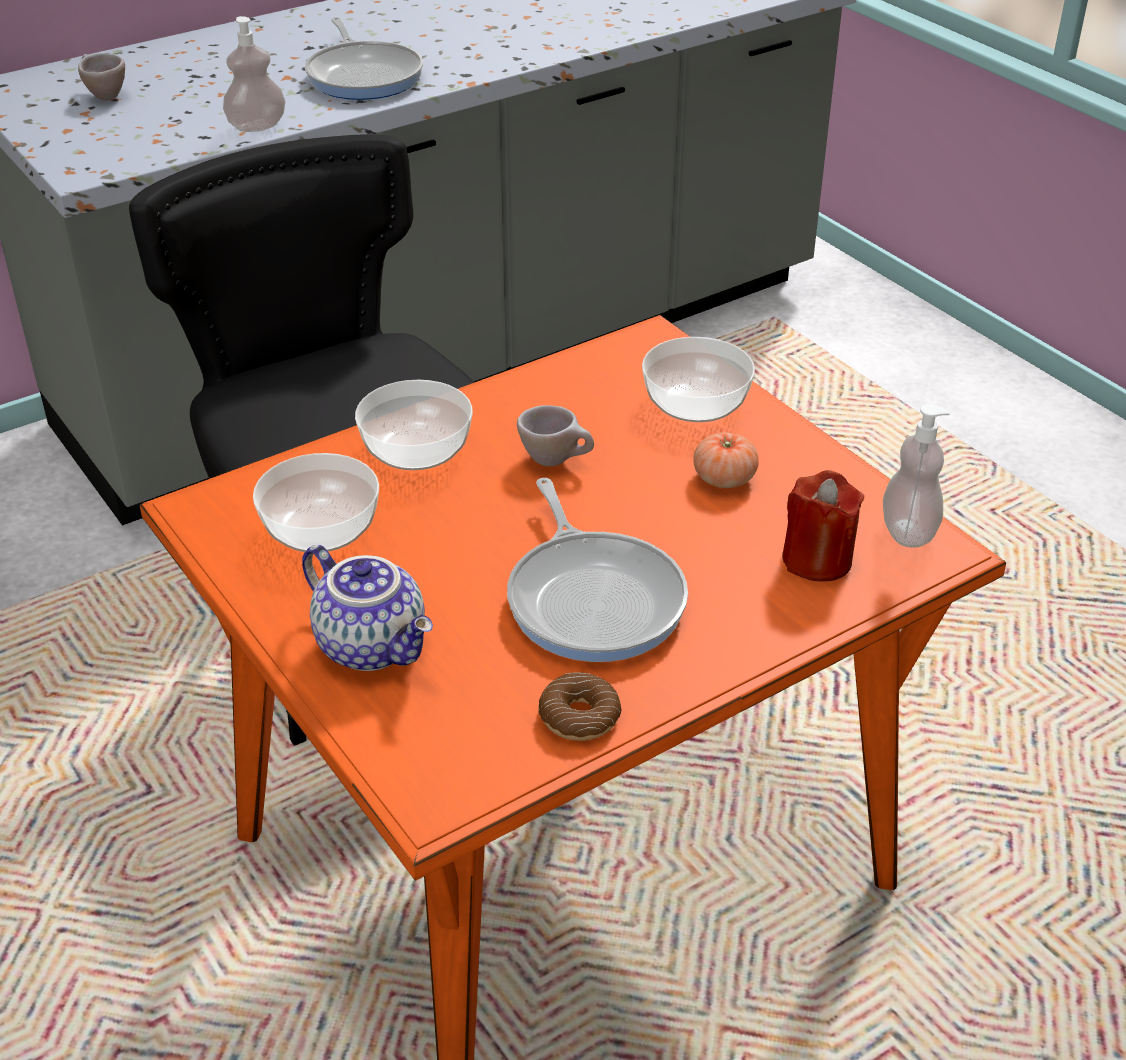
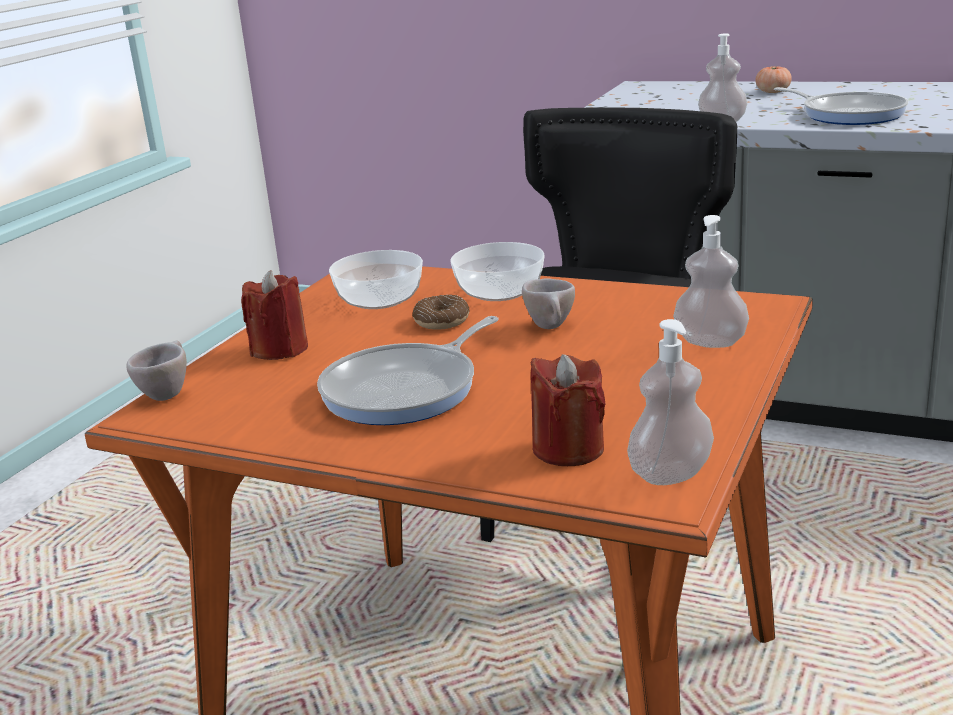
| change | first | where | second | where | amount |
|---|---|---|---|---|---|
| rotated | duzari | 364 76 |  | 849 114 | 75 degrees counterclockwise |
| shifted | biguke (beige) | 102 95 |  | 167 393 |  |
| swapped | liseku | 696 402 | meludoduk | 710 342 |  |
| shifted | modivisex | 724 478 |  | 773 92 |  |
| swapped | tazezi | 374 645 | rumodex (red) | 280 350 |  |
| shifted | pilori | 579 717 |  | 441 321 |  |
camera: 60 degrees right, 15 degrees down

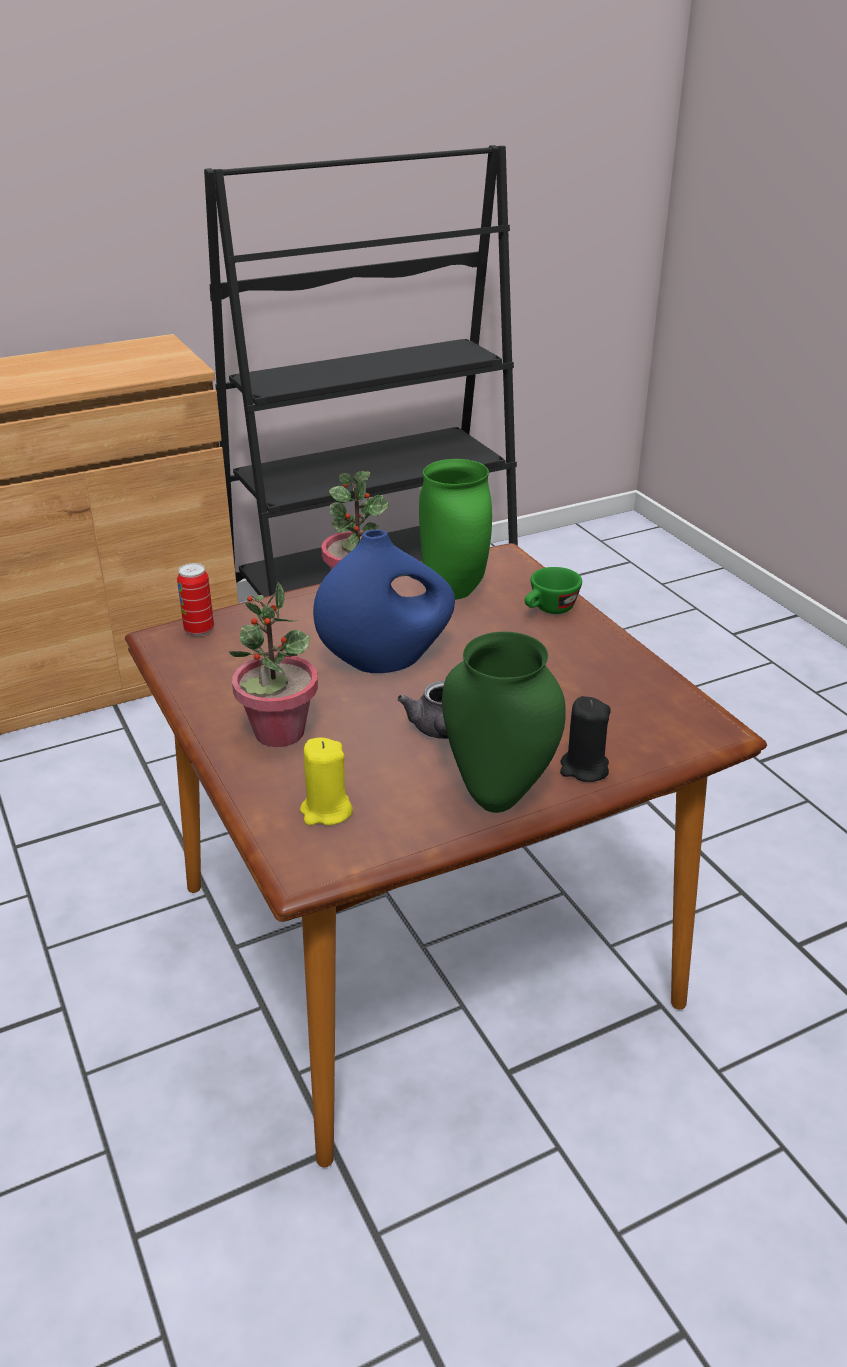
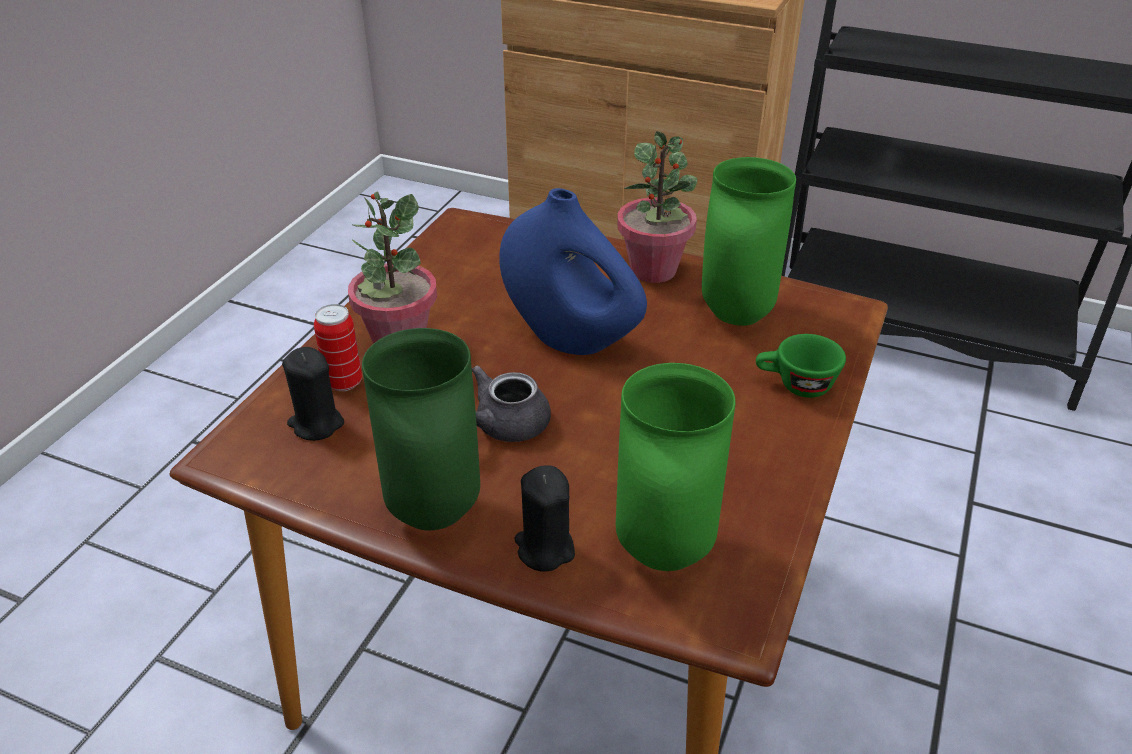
| change | first | where | second | where | amount |
|---|---|---|---|---|---|
| shifted | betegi | 199 630 |  | 344 382 |  |
| repainted | rumodex (yellow) | 326 811 | rumodex (black) | 316 424 |  |
| new |  |  | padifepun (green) | 666 554 |  |
camera: 50 degrees right, 5 degrees up

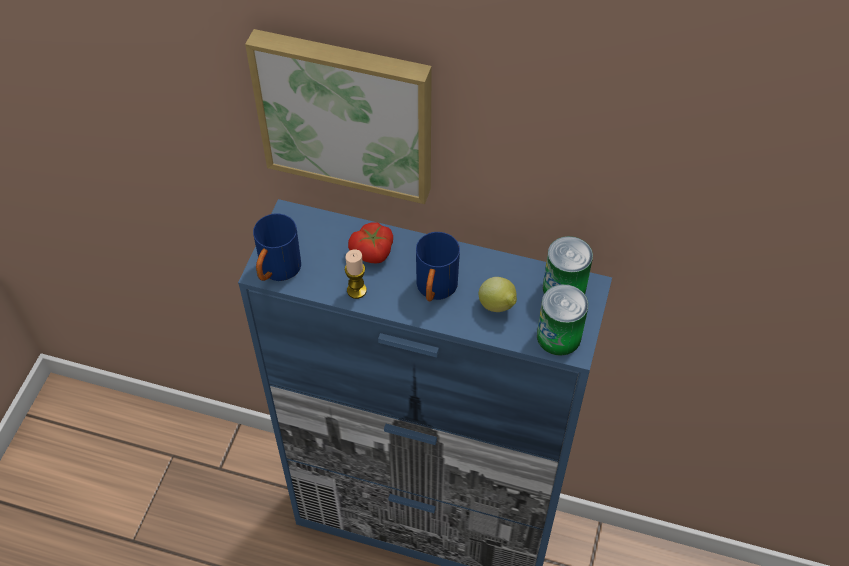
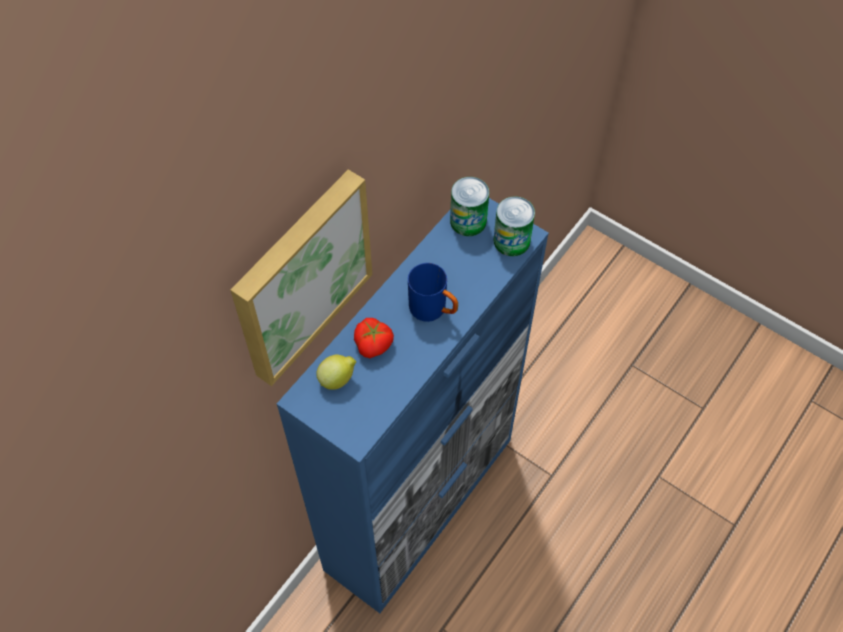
| change | first | where | second | where | amount |
|---|---|---|---|---|---|
| gone | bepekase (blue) | 277 272 |  |  |  |
| gone | rumodex | 356 290 |  |  |  |
| shifted | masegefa | 498 307 |  | 338 379 |  |
camera: 70 degrees left, 5 degrees up

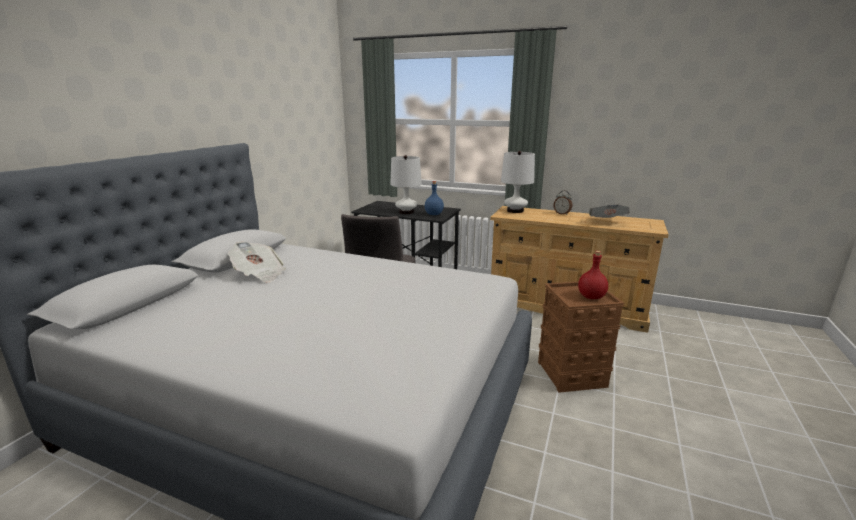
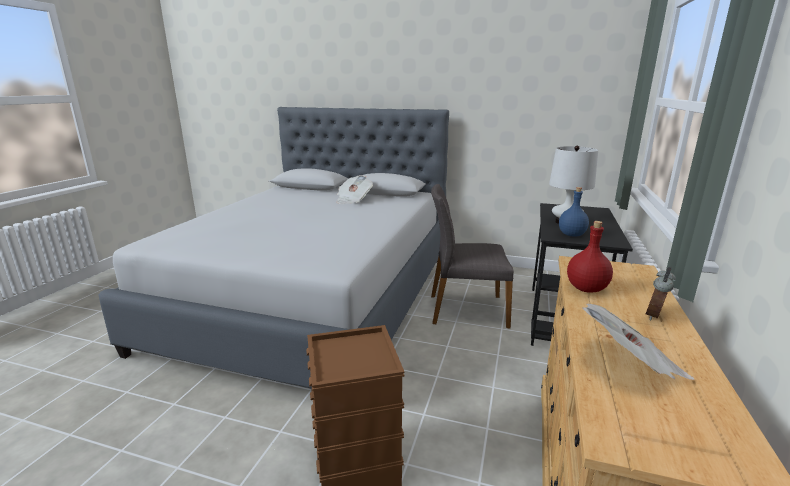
| change | first | where | second | where | amount |
|---|---|---|---|---|---|
| gone | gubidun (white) | 515 211 |  |  |  |
| shifted | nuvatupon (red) | 591 297 |  | 586 289 |  |
camera: 85 degrees right, 0 degrees up

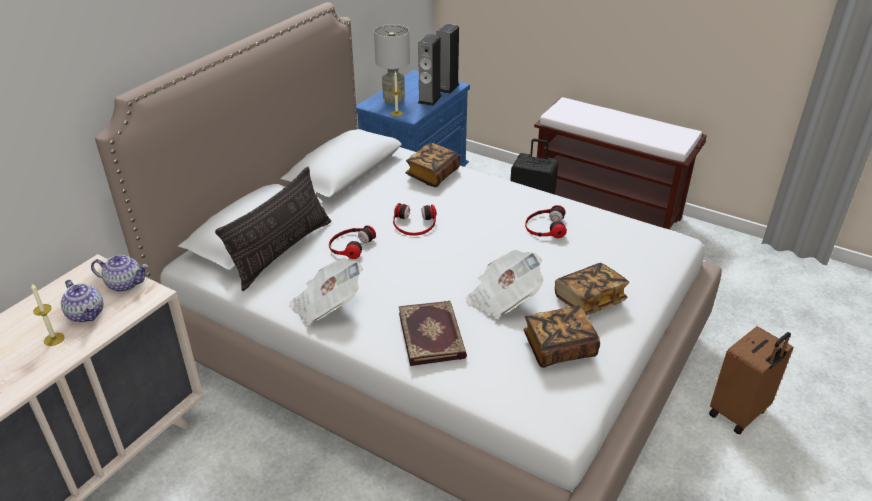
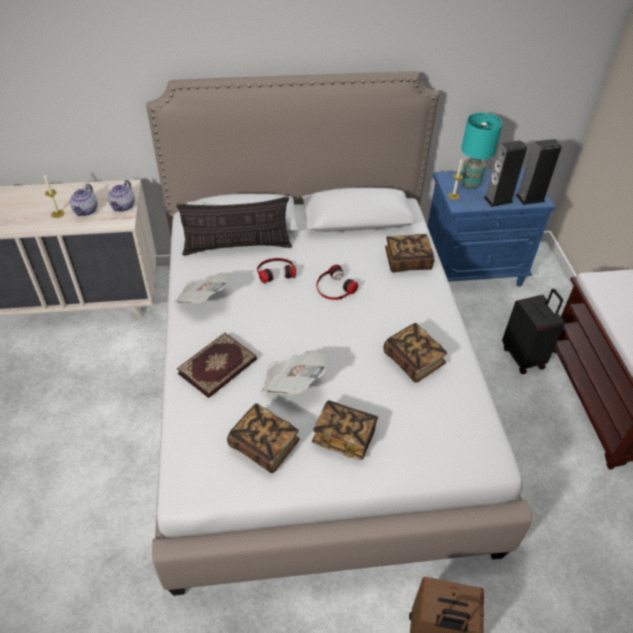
| change | first | where | second | where | amount |
|---|---|---|---|---|---|
| repainted | gubidun (grey) | 393 100 | gubidun (turquoise) | 469 184 |  |
| swapped | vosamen | 545 227 | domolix | 413 361 |  |
| rotated | tazezi | 125 284 |  | 123 206 | 45 degrees clockwise |
camera: 50 degrees right, 10 degrees up

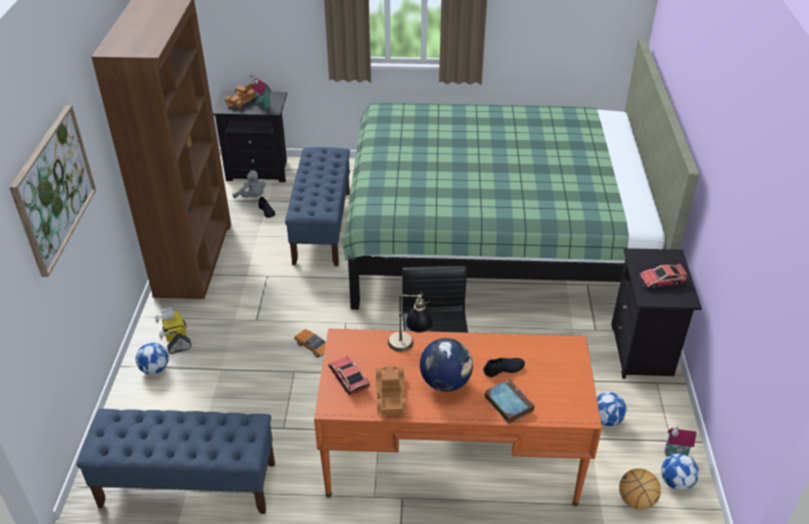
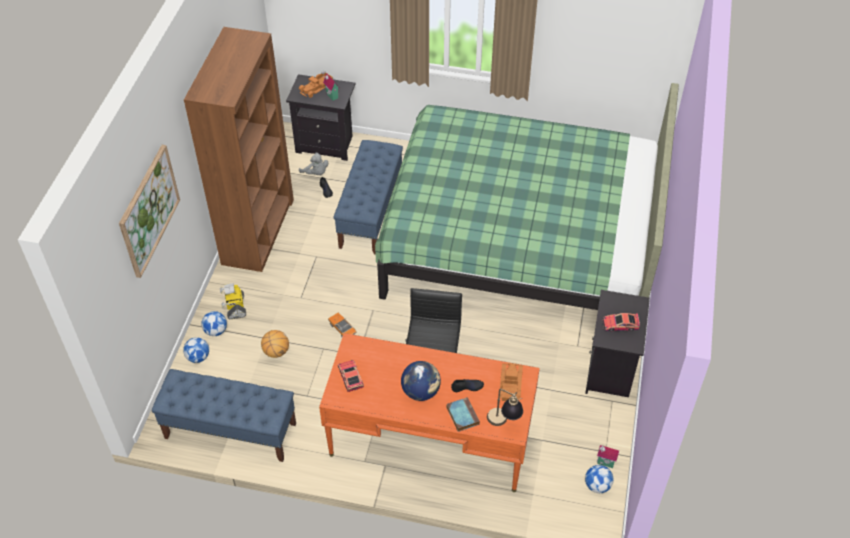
| change | first | where | second | where | amount |
|---|---|---|---|---|---|
| shifted | gubidun | 409 347 |  | 503 422 |  |
| shifted | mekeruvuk | 389 395 |  | 509 385 |  |
| shifted | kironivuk | 606 420 |  | 198 357 |  |
| shifted | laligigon | 636 500 |  | 276 352 |  |
camera: 10 degrees right, 10 degrees up

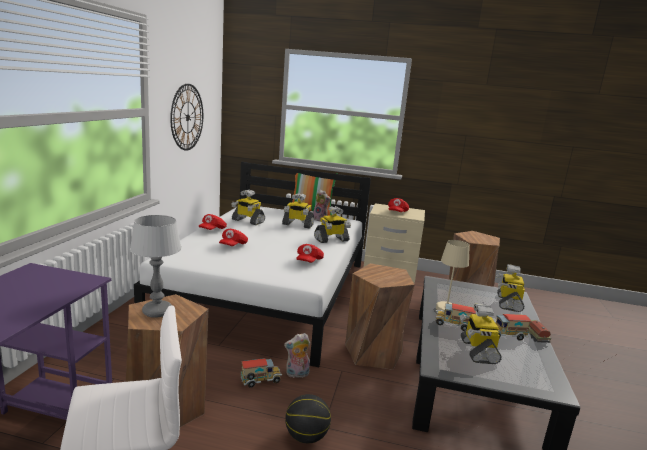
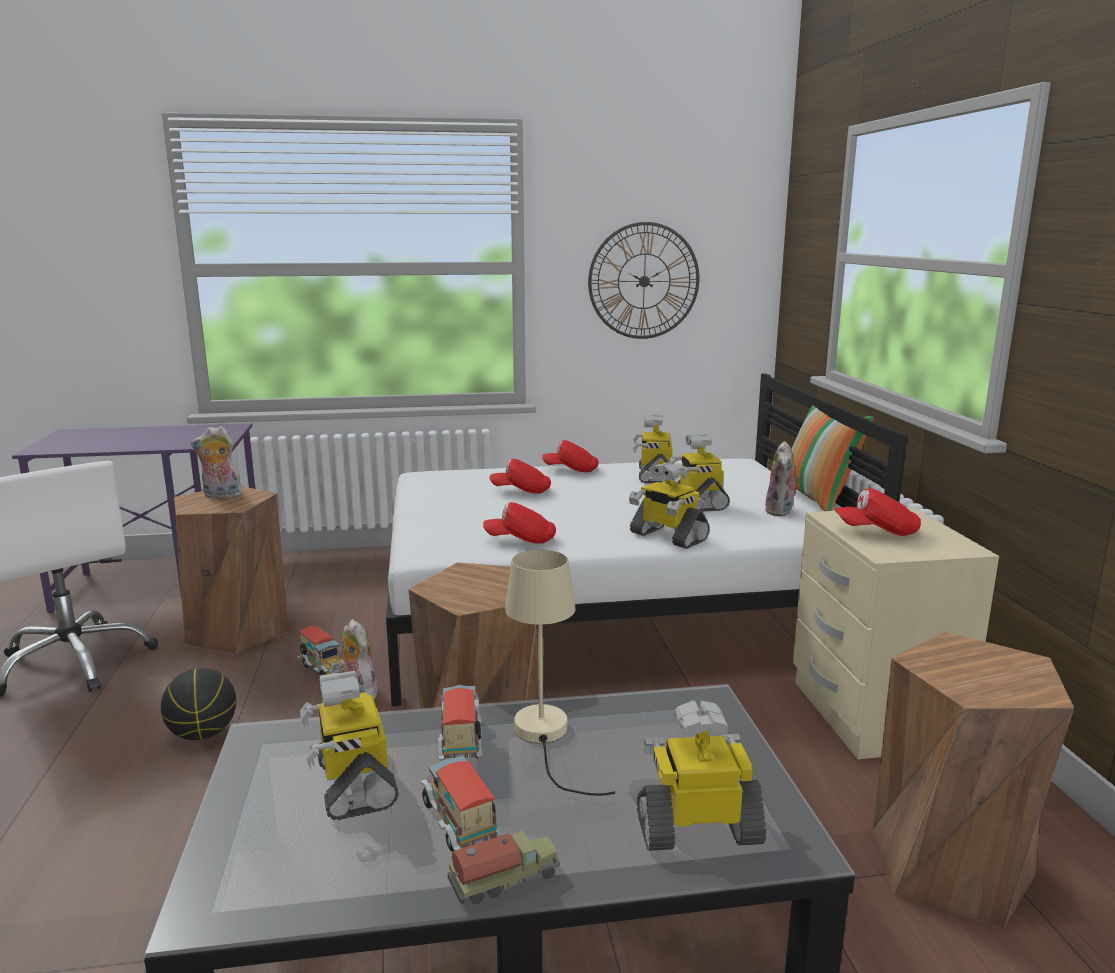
| change | first | where | second | where | amount |
|---|---|---|---|---|---|
| swapped | gubidun | 157 311 | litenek | 221 496 |  |
| rotated | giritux | 477 351 |  | 354 783 | 90 degrees counterclockwise |
camera: 70 degrees right, 0 degrees up

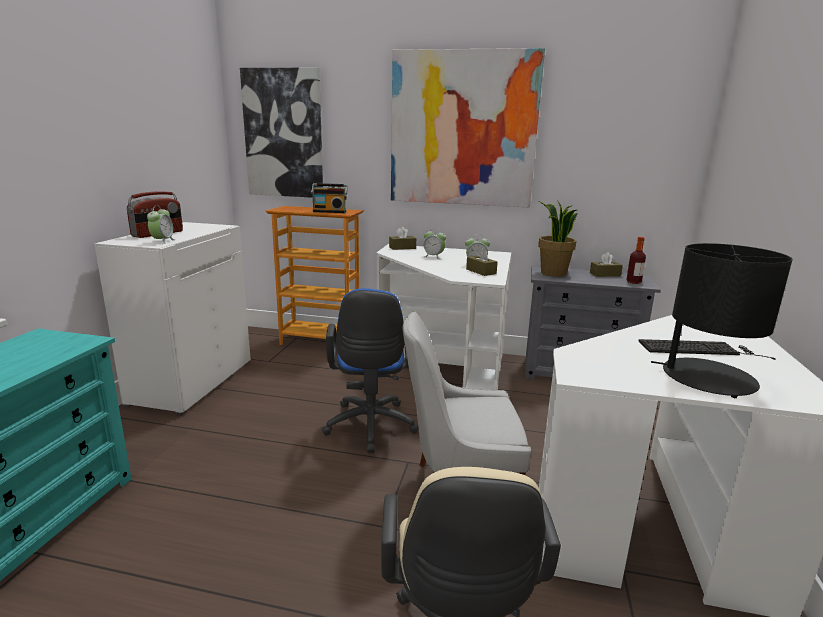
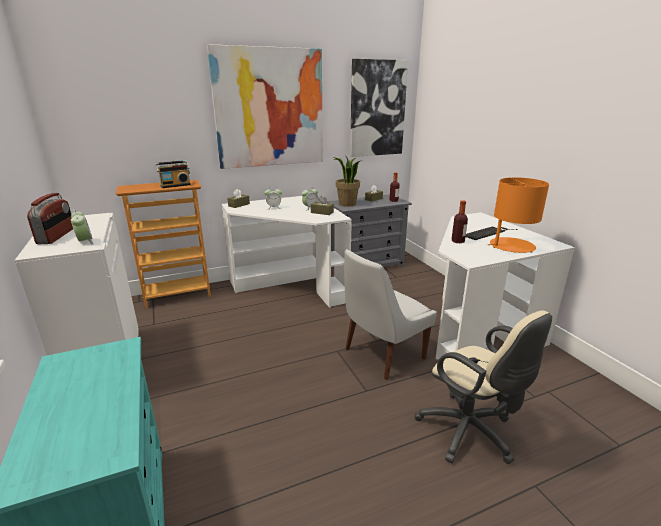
| change | first | where | second | where | amount |
|---|---|---|---|---|---|
| shifted | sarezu | 283 134 |  | 377 109 |  |
| repainted | gubidun (black) | 706 378 | gubidun (orange) | 511 246 |  |
| gone | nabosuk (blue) | 370 428 |  |  |  |
| new |  |  | nuvatupon | 457 241 |  |
camera: 35 degrees left, 5 degrees up

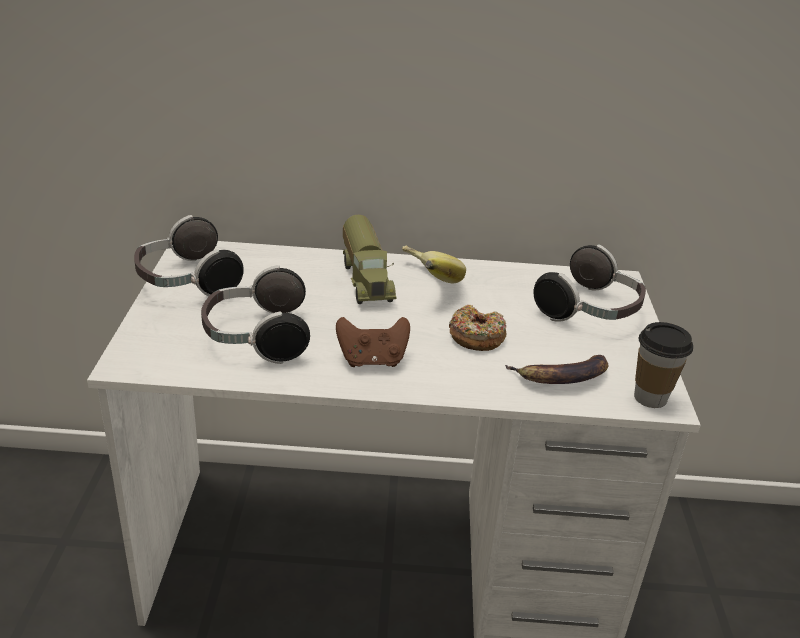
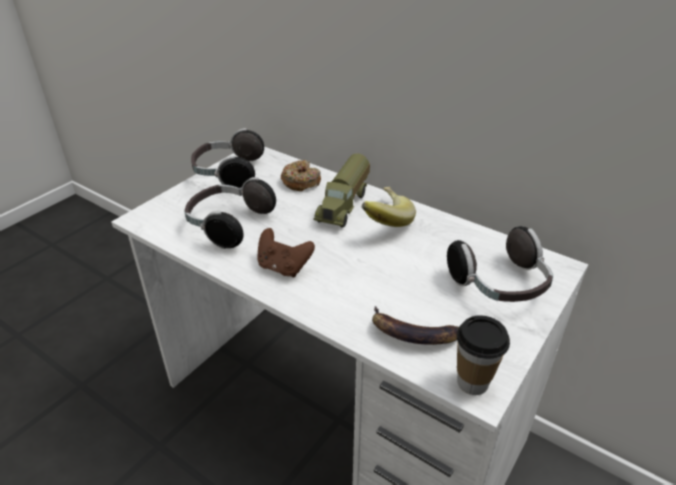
| change | first | where | second | where | amount |
|---|---|---|---|---|---|
| shifted | pilori | 476 337 |  | 300 182 |  |
camera: 35 degrees right, 5 degrees up

